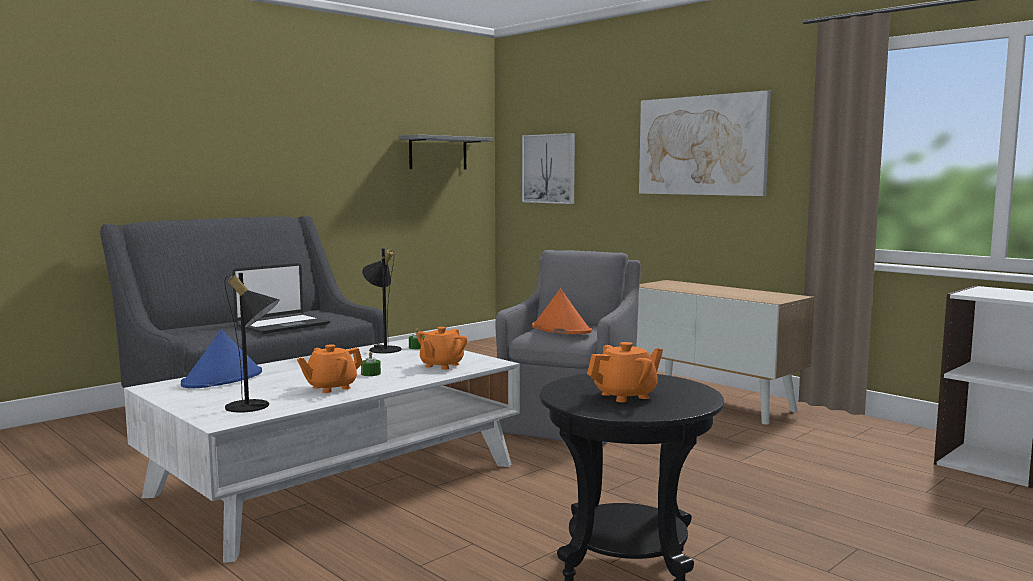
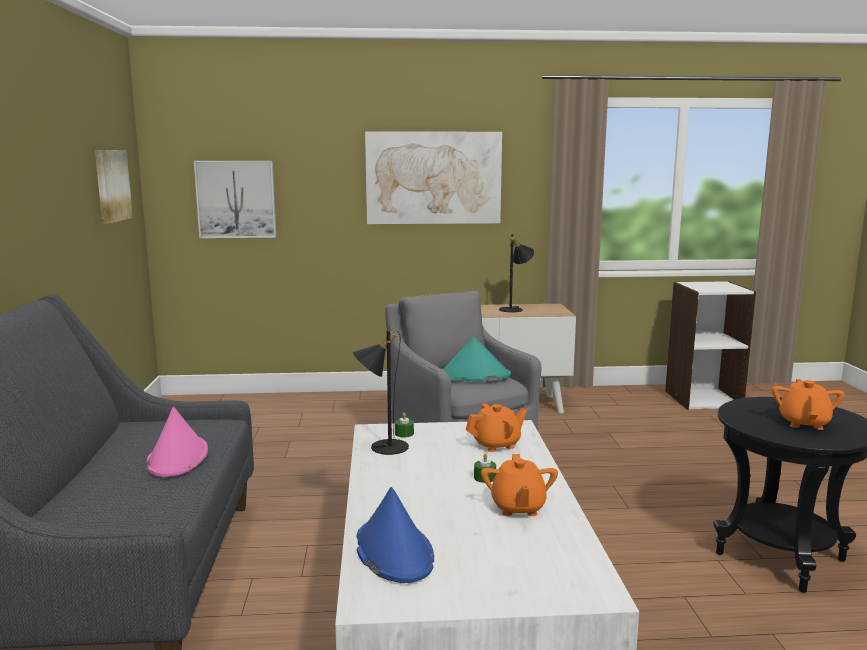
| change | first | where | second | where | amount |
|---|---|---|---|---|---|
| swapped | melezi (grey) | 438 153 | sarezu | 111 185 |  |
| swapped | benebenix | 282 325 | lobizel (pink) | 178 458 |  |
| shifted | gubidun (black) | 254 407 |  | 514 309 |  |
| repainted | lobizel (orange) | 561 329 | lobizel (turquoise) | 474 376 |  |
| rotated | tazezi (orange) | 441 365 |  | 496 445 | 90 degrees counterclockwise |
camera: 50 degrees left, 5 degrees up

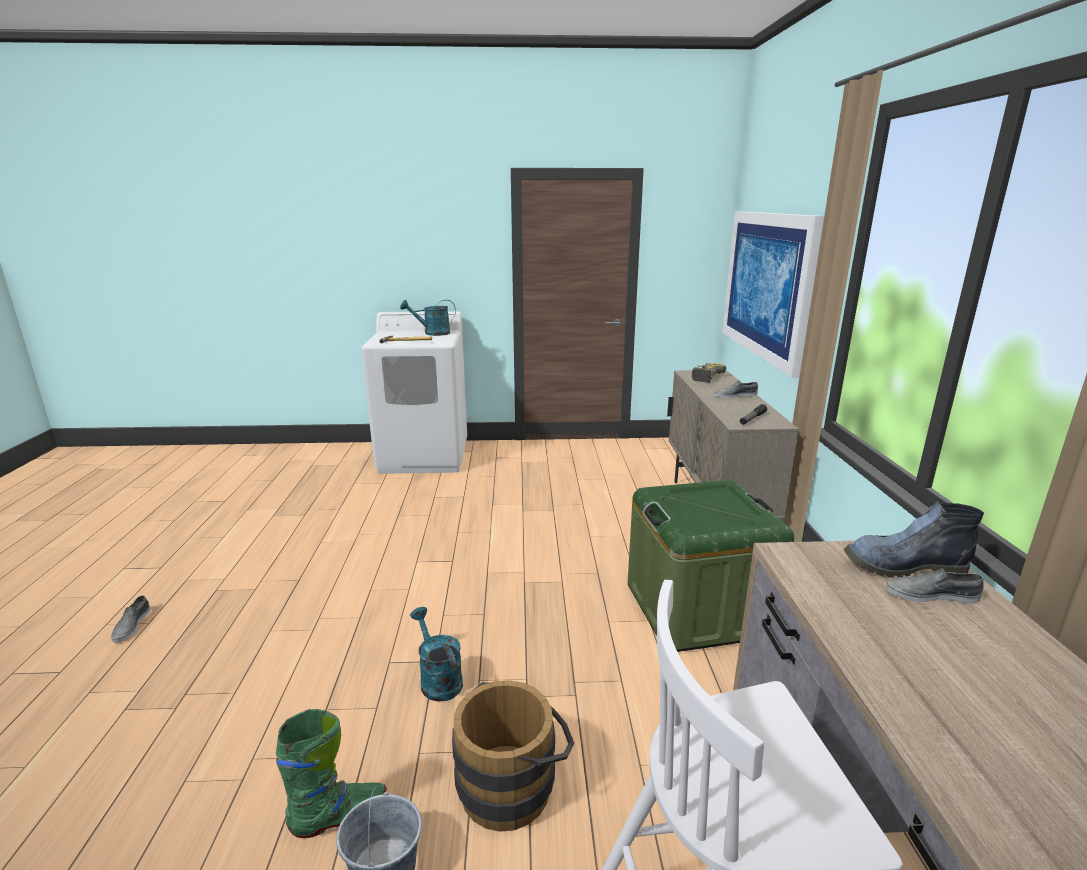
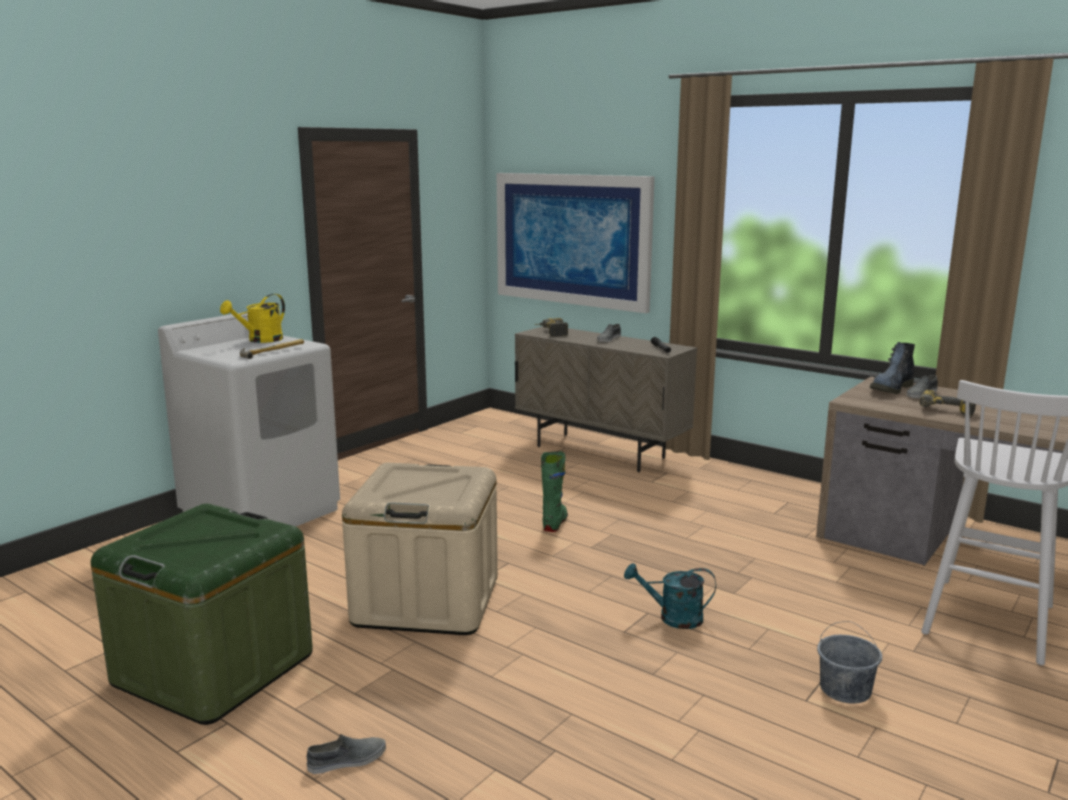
| change | first | where | second | where | amount |
|---|---|---|---|---|---|
| repainted | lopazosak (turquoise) | 432 333 | lopazosak (yellow) | 260 340 |  |
| shifted | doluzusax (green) | 698 609 |  | 214 669 |  |
| rotated | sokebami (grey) | 131 625 |  | 347 760 | 60 degrees counterclockwise |
| gone | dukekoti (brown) | 513 783 |  |  |  |
| shifted | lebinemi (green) | 339 816 |  | 555 523 |  |
| new |  |  | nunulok | 944 412 |  |
| new |  |  | doluzusax (beige) | 427 600 |  |
camera: 50 degrees left, 5 degrees down

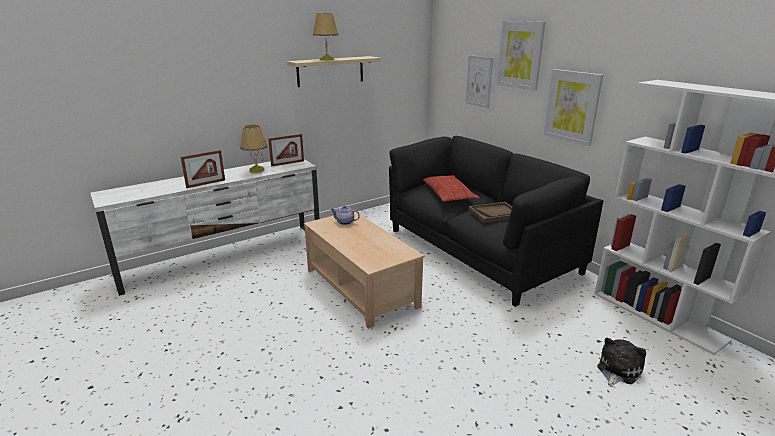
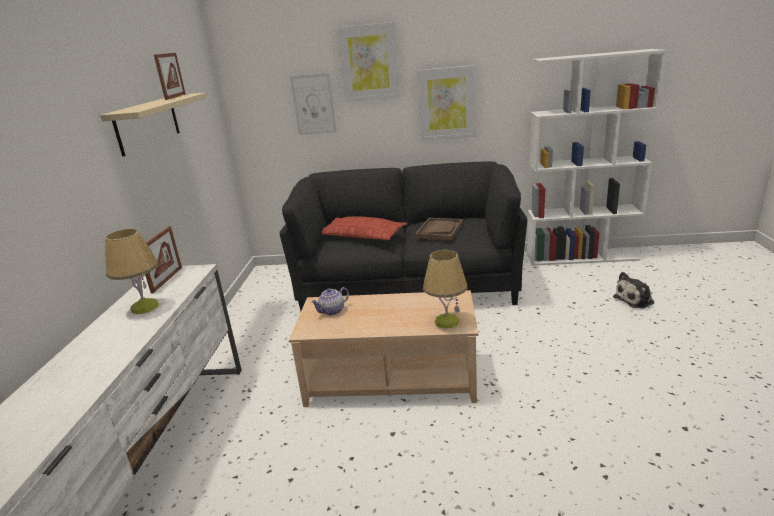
| change | first | where | second | where | amount |
|---|---|---|---|---|---|
| shifted | gubidun | 326 59 |  | 446 321 |  |
| shifted | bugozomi | 206 184 |  | 175 96 |  |
| rotated | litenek | 617 370 |  | 635 300 | 105 degrees counterclockwise |
camera: 50 degrees left, 0 degrees up

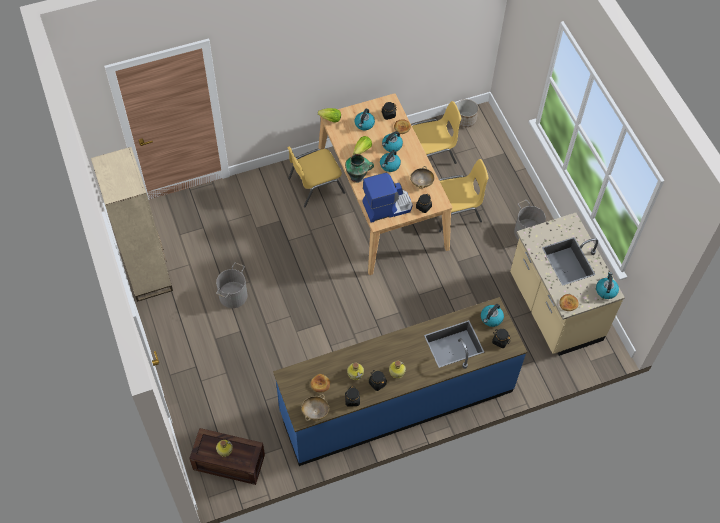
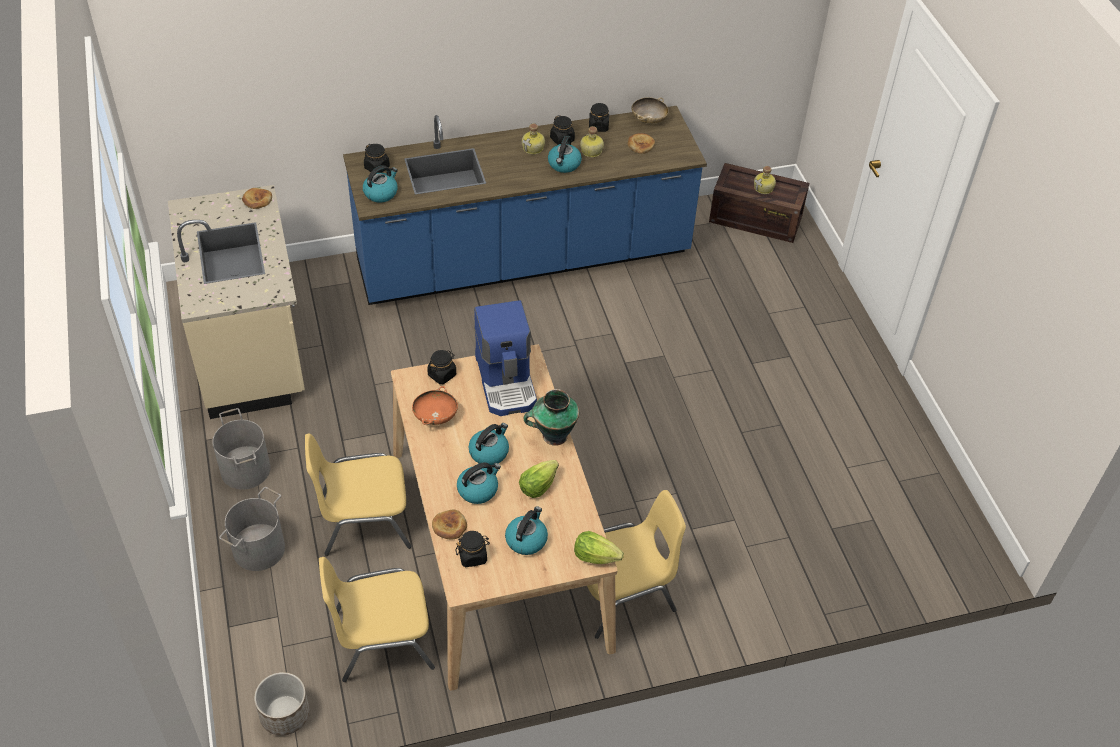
| change | first | where | second | where | amount |
|---|---|---|---|---|---|
| gone | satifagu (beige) | 148 274 |  |  |  |
| repainted | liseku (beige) | 421 182 | liseku (orange) | 435 416 |  |
| rotated | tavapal | 387 206 |  | 507 381 | 90 degrees counterclockwise |
| shifted | dukekoti (grey) | 233 296 |  | 258 548 |  |
| shifted | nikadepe | 606 290 |  | 564 164 |  |
camera: 175 degrees left, 10 degrees down

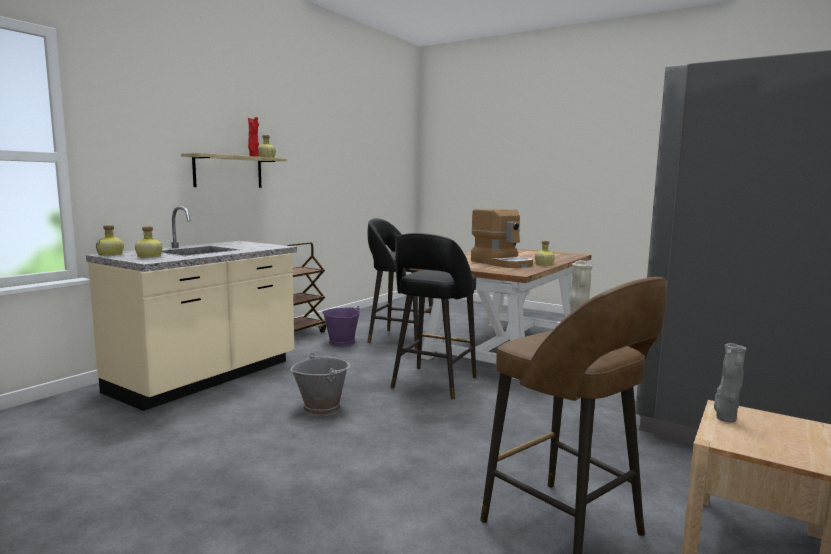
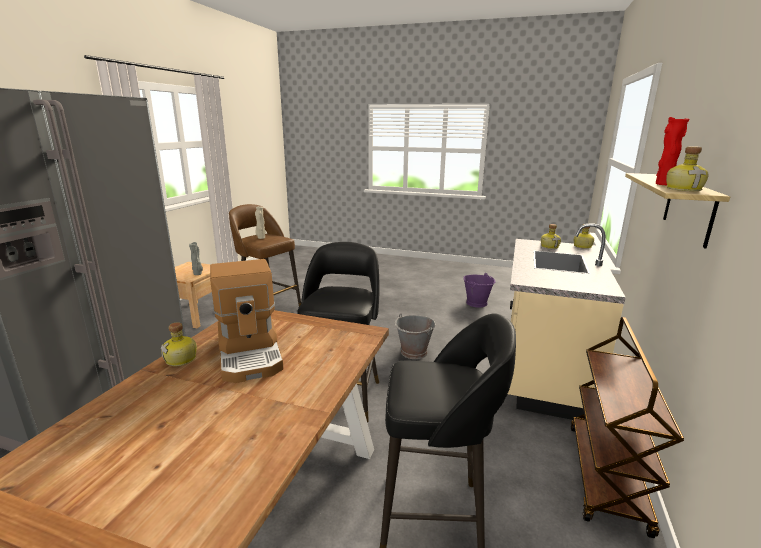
| change | first | where | second | where | amount |
|---|---|---|---|---|---|
| rotated | tavapal | 502 263 |  | 251 353 | 150 degrees counterclockwise |
| shifted | dukekoti (purple) | 341 343 |  | 477 303 |  |
camera: 165 degrees right, 10 degrees up

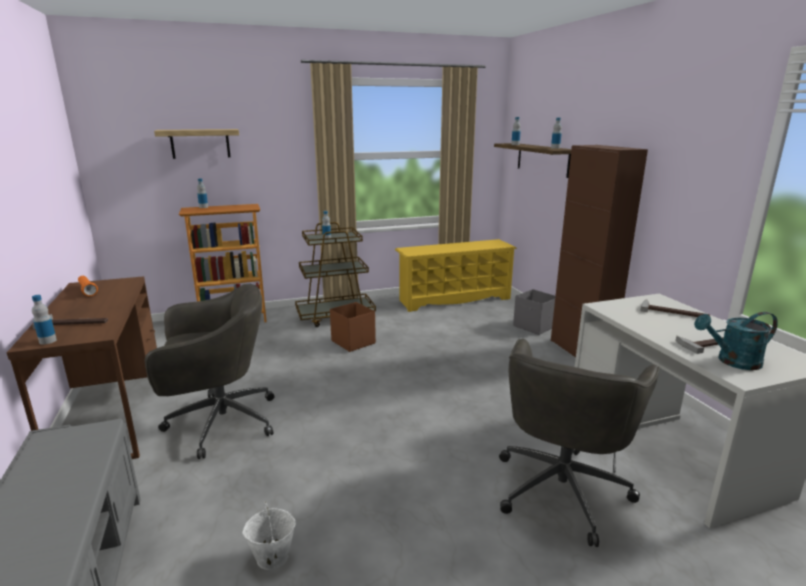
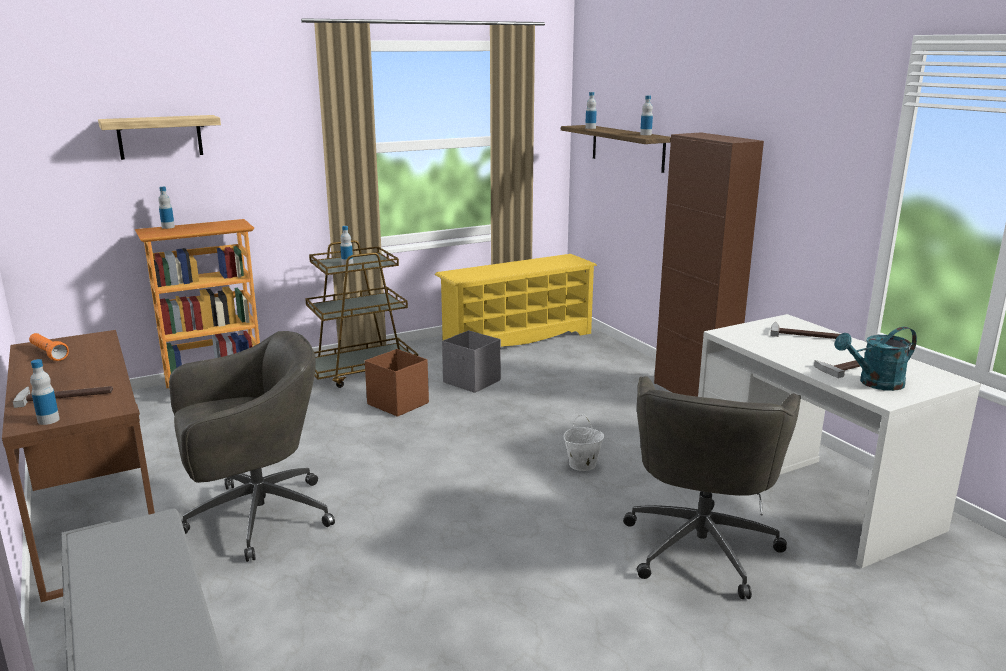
| change | first | where | second | where | amount |
|---|---|---|---|---|---|
| shifted | doluzusax (grey) | 534 326 |  | 472 382 |  |
| shifted | dukekoti (white) | 272 556 |  | 582 465 |  |
camera: 10 degrees left, 0 degrees up

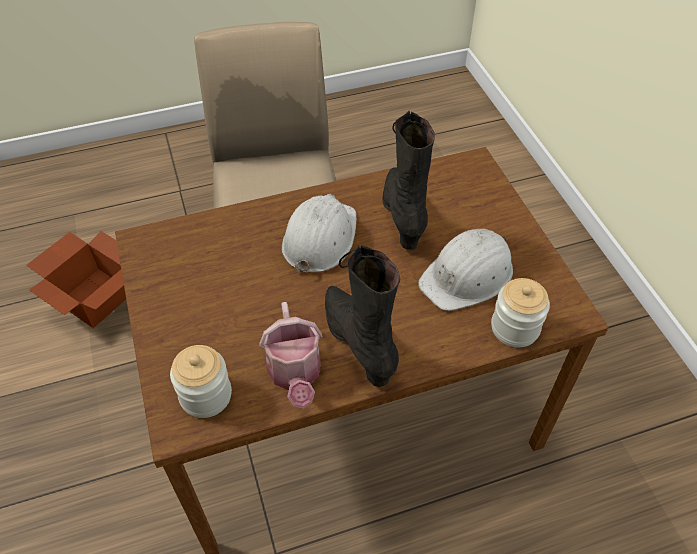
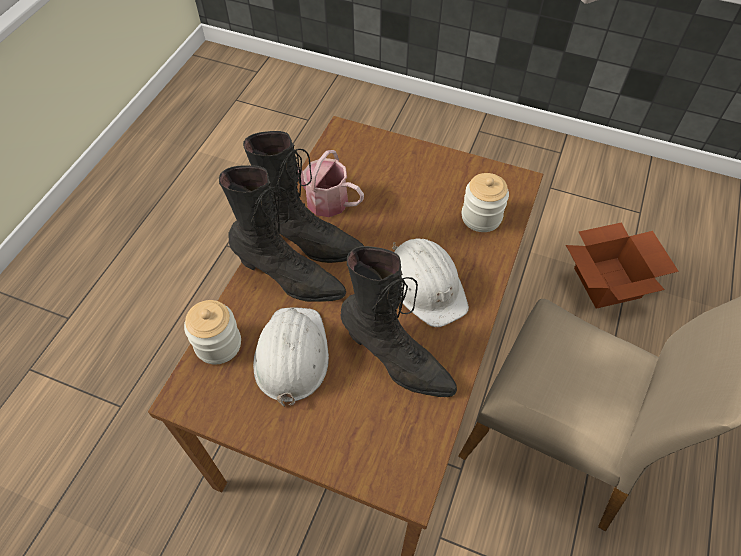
| change | first | where | second | where | amount |
|---|---|---|---|---|---|
| shifted | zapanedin | 206 395 |  | 481 217 |  |
| new |  |  | lebinemi (black) | 289 279 |  |
camera: 130 degrees right, 5 degrees up

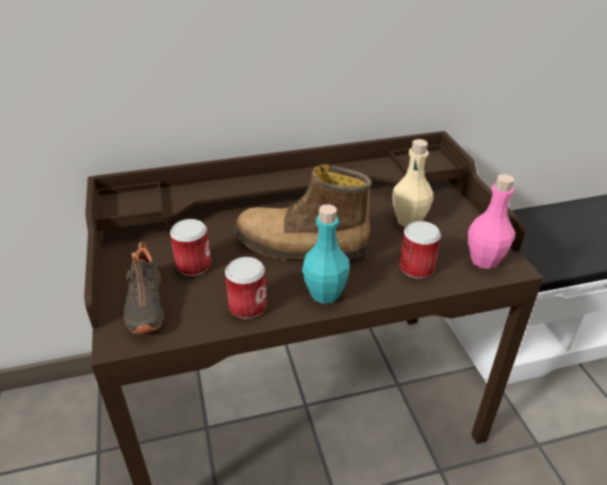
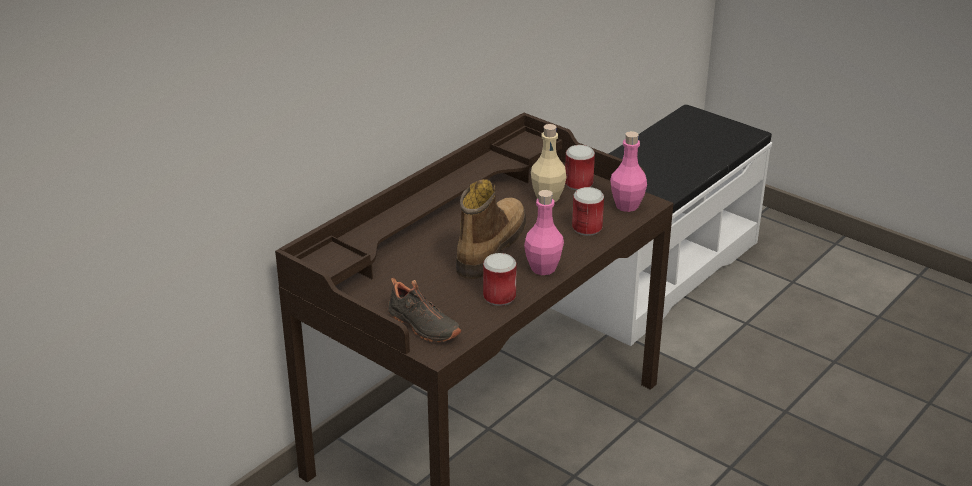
| change | first | where | second | where | amount |
|---|---|---|---|---|---|
| rotated | lebinemi | 299 248 |  | 489 247 | 135 degrees clockwise |
| repainted | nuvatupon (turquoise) | 325 294 | nuvatupon (pink) | 543 268 |  |
| shifted | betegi | 193 265 |  | 578 184 |  |
camera: 35 degrees left, 5 degrees down

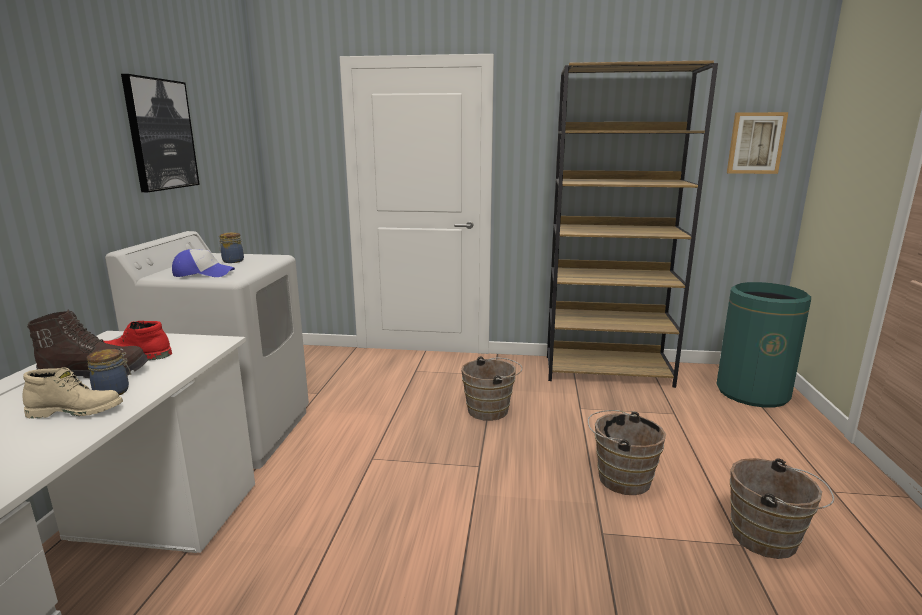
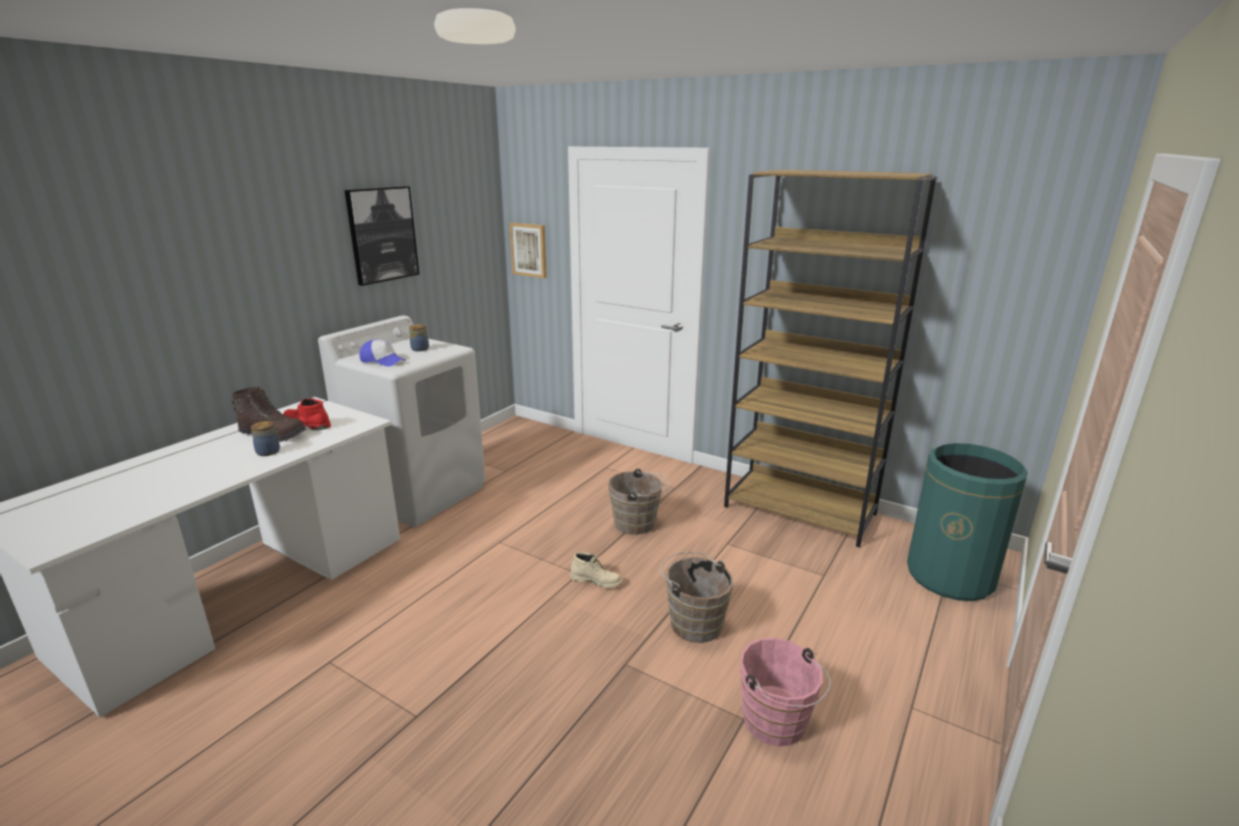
| change | first | where | second | where | amount |
|---|---|---|---|---|---|
| shifted | sarezu | 755 143 |  | 529 250 |  |
| shifted | lebinemi (beige) | 77 411 |  | 596 580 |  |
| repainted | dukekoti (brown) | 769 540 | dukekoti (pink) | 777 725 |  |
camera: 25 degrees right, 5 degrees up

